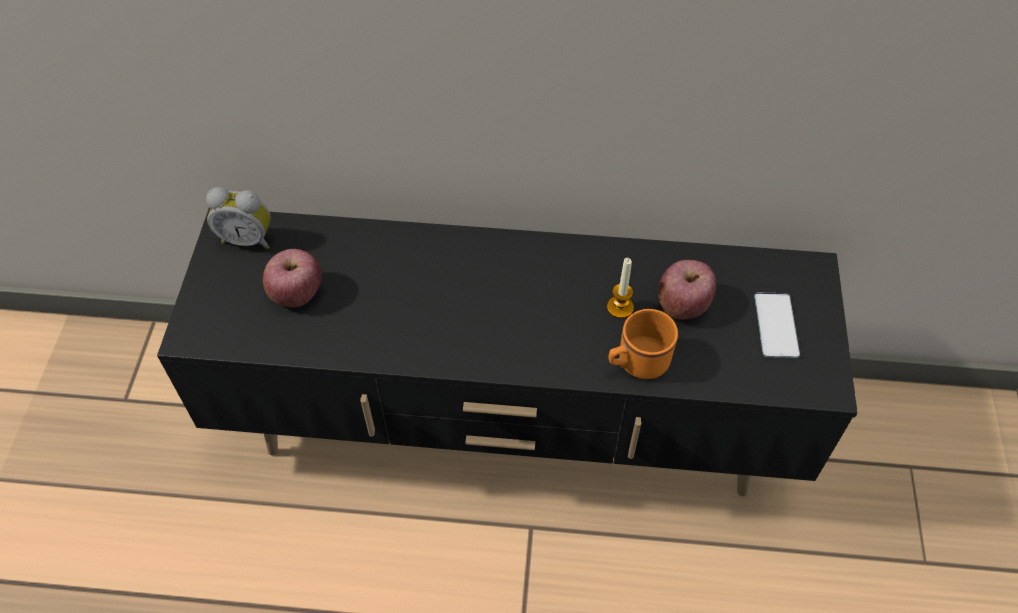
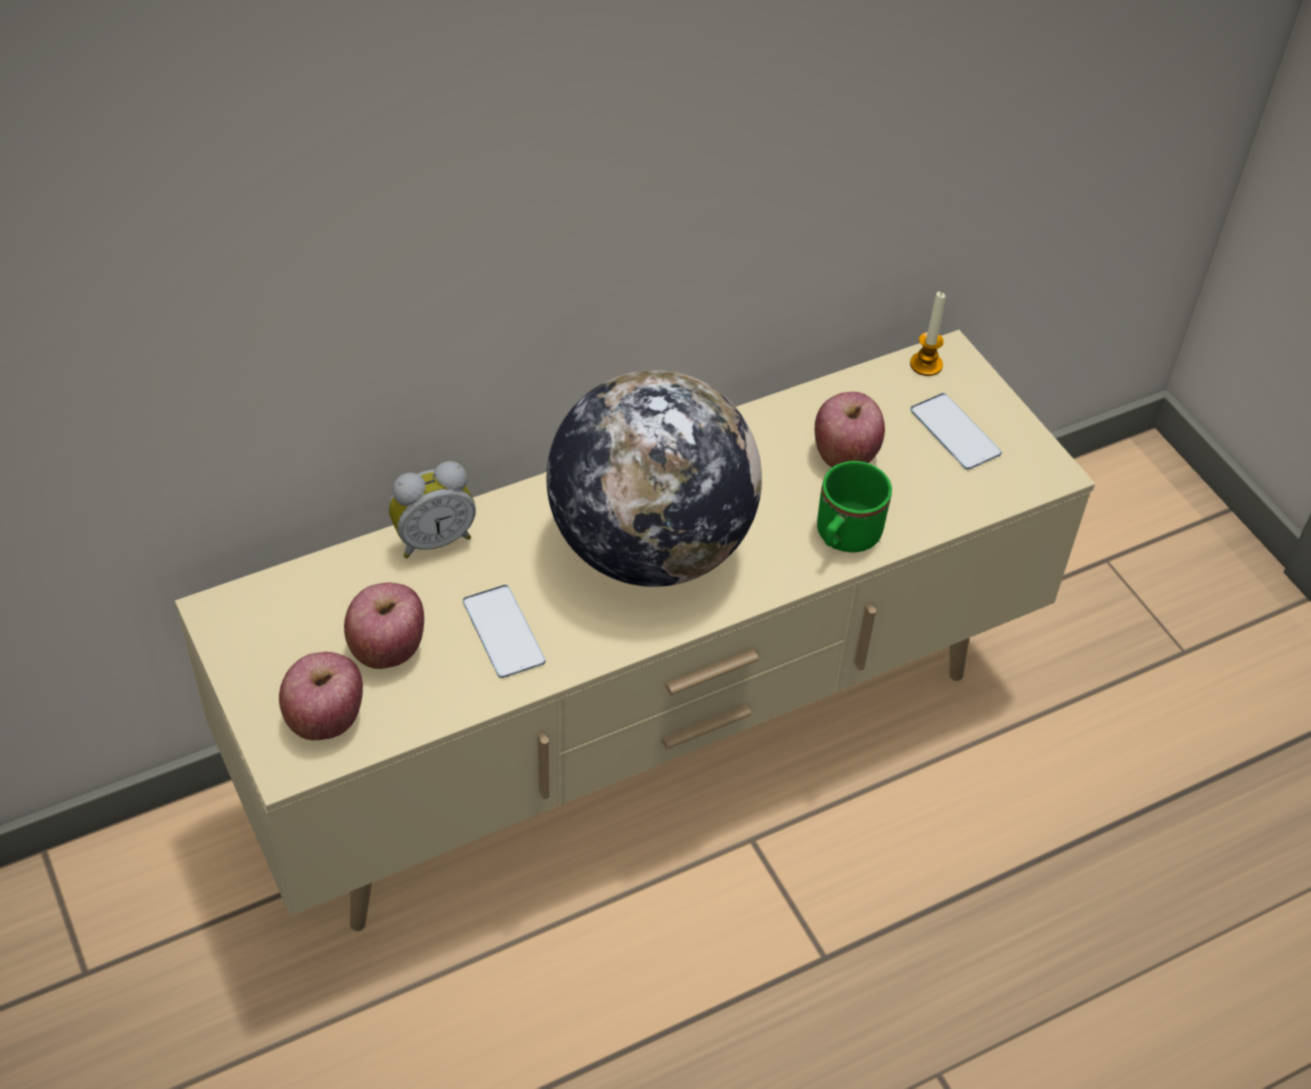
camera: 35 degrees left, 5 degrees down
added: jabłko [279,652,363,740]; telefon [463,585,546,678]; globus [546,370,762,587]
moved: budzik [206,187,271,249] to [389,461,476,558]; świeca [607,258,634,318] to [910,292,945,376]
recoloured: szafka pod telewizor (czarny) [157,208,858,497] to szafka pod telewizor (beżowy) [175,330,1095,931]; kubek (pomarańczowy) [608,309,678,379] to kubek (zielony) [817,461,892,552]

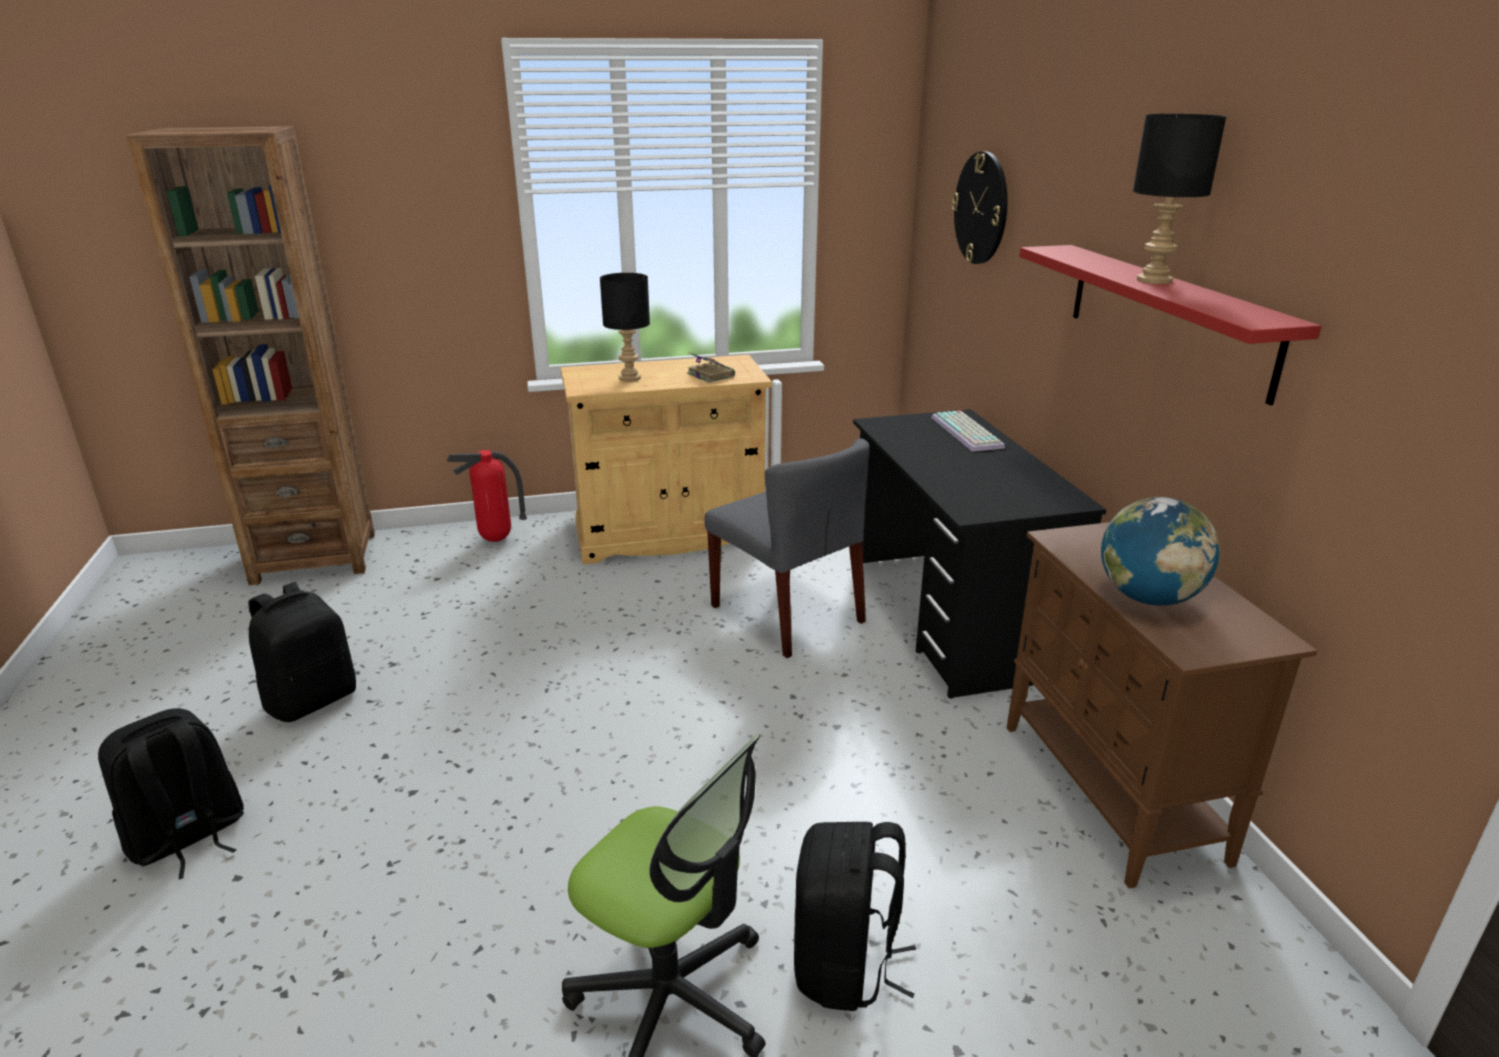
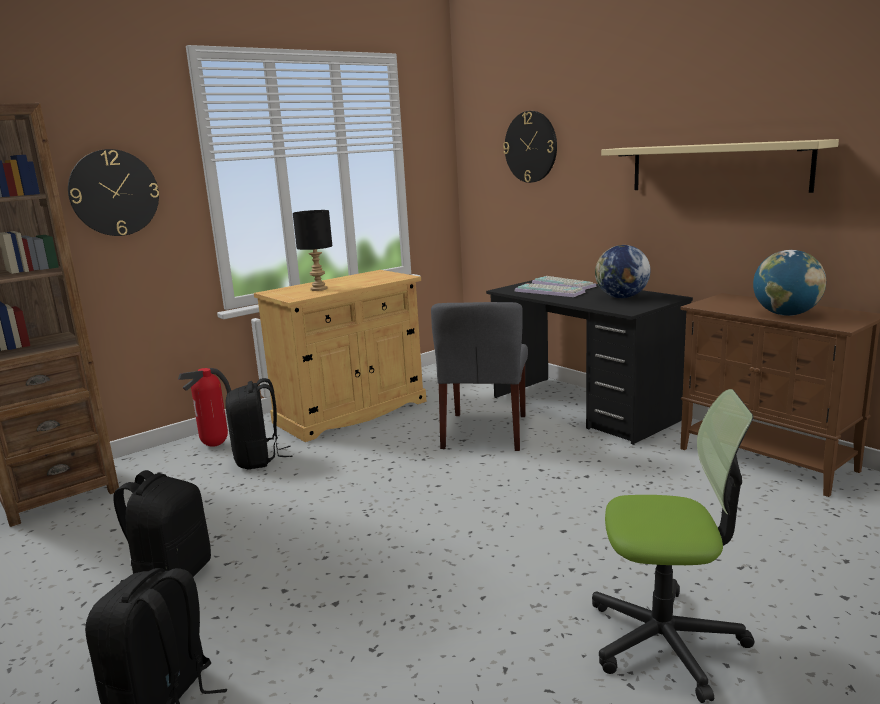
camera: 25 degrees left, 10 degrees down
removed: książka [687,352,735,383]; lampa stołowa (czarny) [1133,114,1227,284]
added: zegar ścienny [68,149,159,236]; klawiatura [515,283,586,297]; globus [595,245,650,298]
moved: plecak (czarny) [794,822,916,1011] to [225,378,292,469]
recoloured: półka (czerwony) [1019,245,1321,405] to półka (beżowy) [601,139,839,193]
turned: krzesło (szary) [704,438,869,658] = [431,302,528,451] 75 degrees clockwise

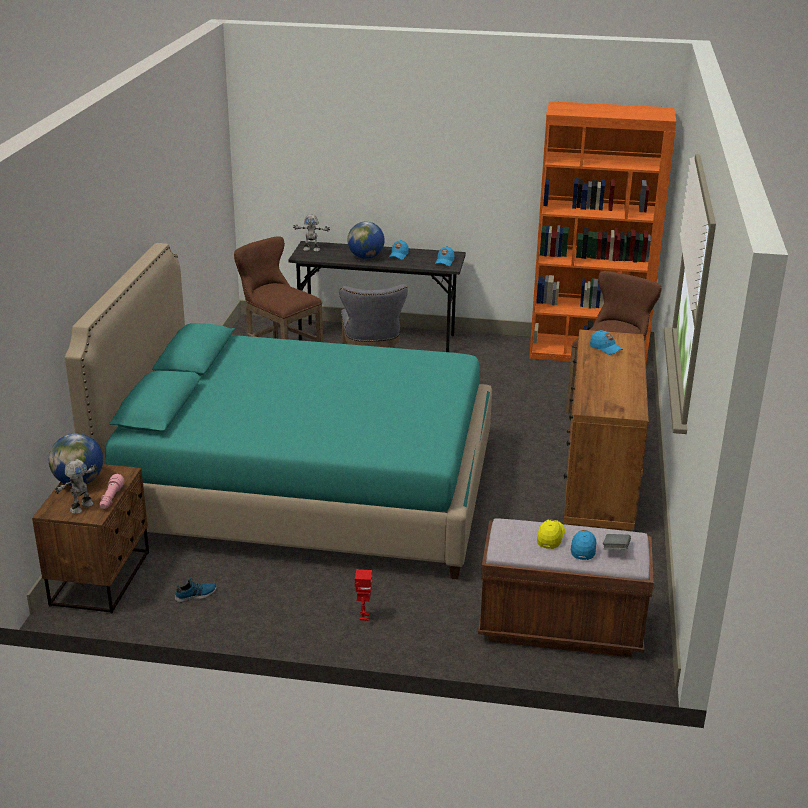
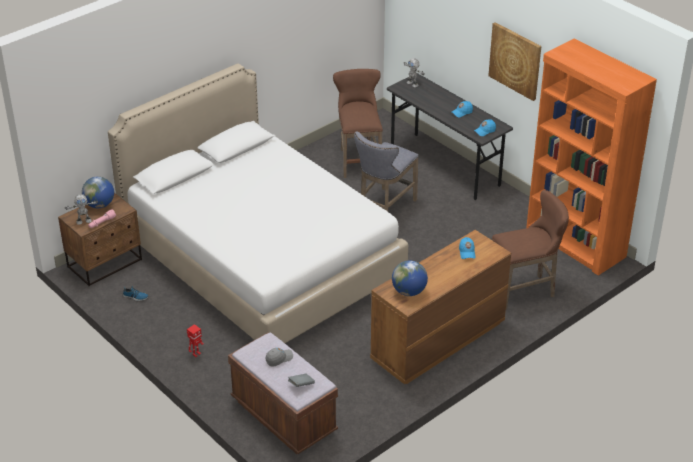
camera: 40 degrees right, 10 degrees up
removed: czapka z daszkiem (niebieski) [571,530,596,560]
added: obraz [488,22,541,101]
moved: globus [347,222,385,259] to [392,260,428,296]
recoloured: łóżko (turkusowy) [65,243,492,579] to łóżko (biały) [108,63,408,343]; czapka z daszkiem (żółty) [537,519,565,549] to czapka z daszkiem (szary) [265,348,293,367]

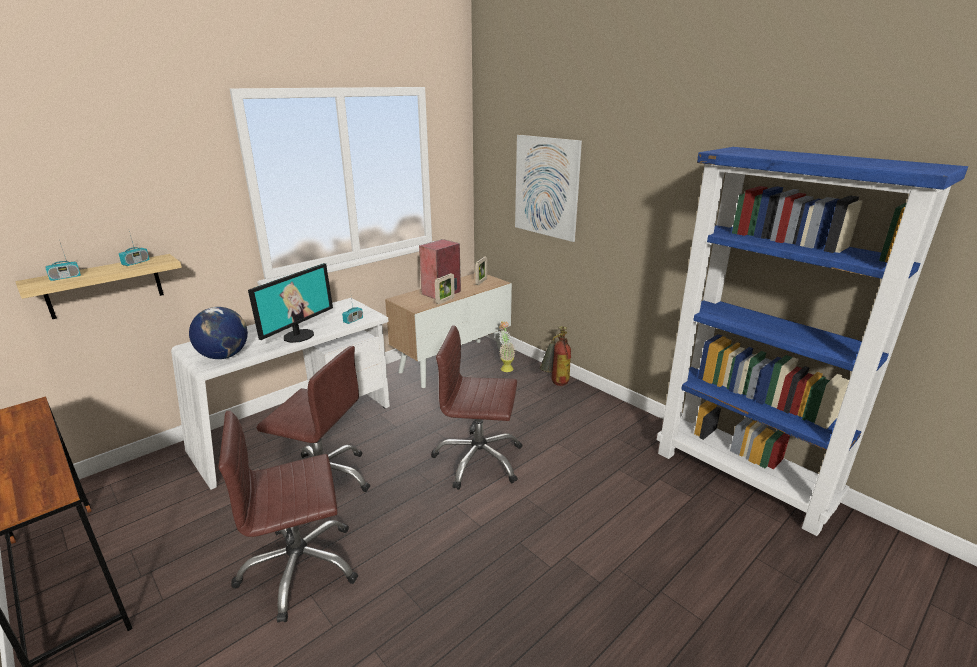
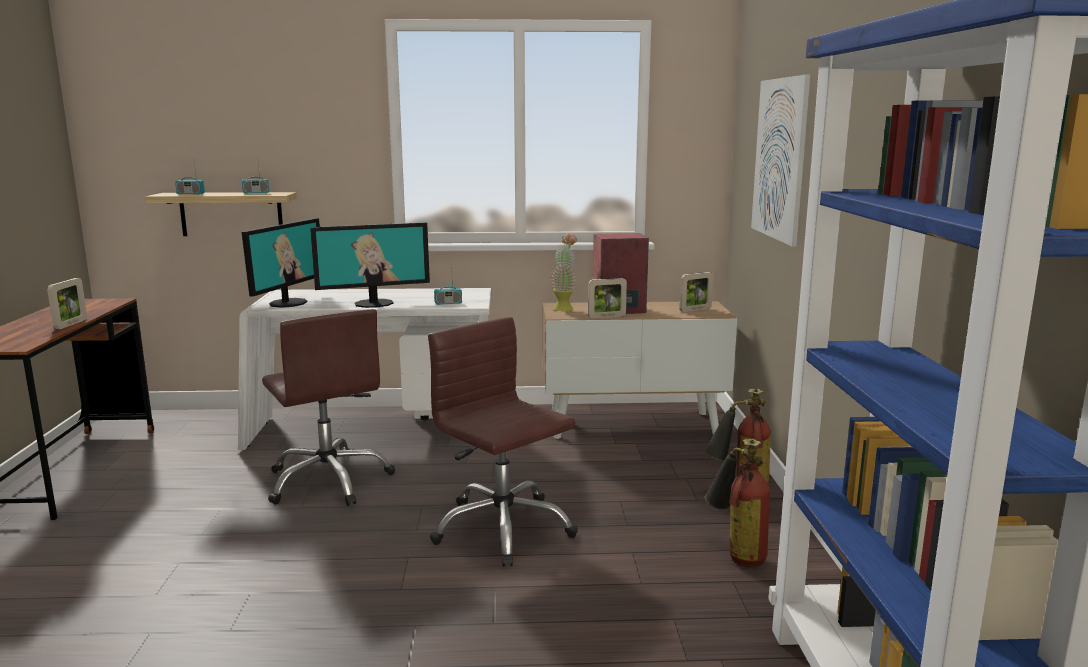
camera: 40 degrees right, 10 degrees down
removed: krzesło biurowe (brązowy) [218,411,358,623]
added: ramka na zdjęcie [47,278,87,329]; gaśnica [705,439,770,567]
moved: roślina doniczkowa [499,321,515,372] to [550,233,577,311]
replaced: globus [189,307,248,359] to monitor [242,218,320,308]

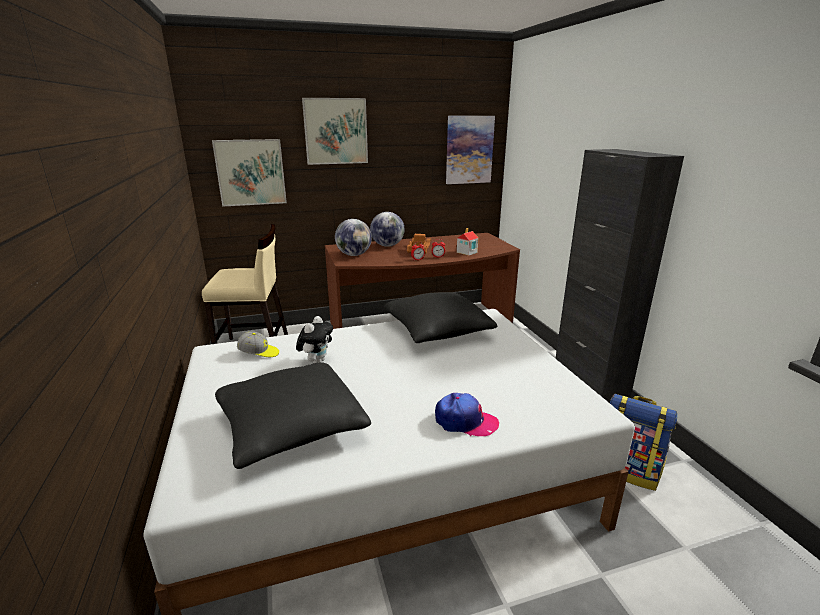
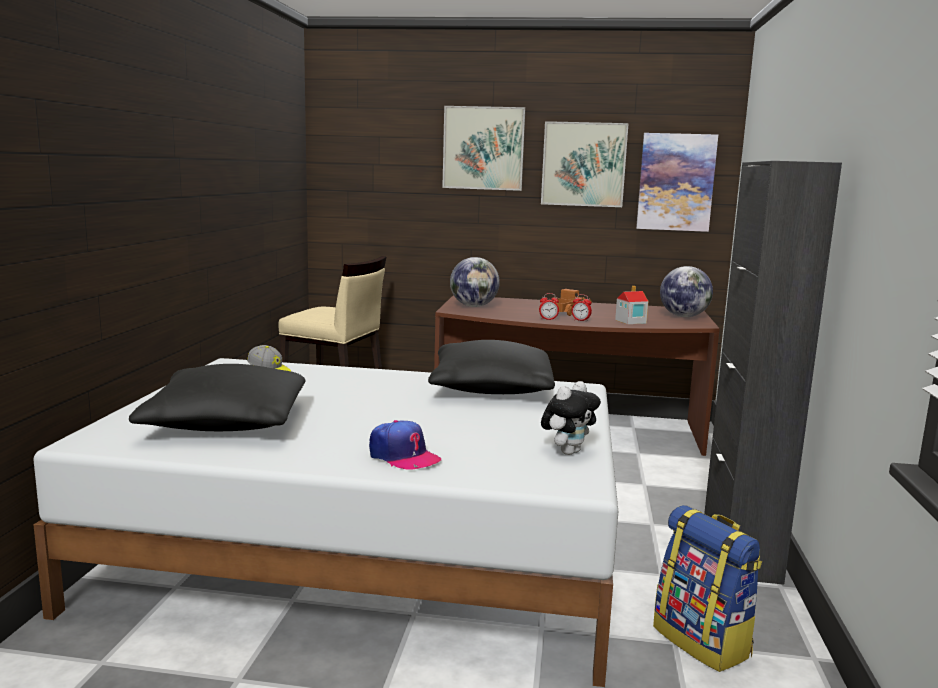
camera: 25 degrees right, 10 degrees down
moved: obraz [212,139,287,207] to [541,121,629,207]; pluszak [296,316,333,363] to [541,381,601,455]; globus [370,212,405,247] to [660,266,713,317]

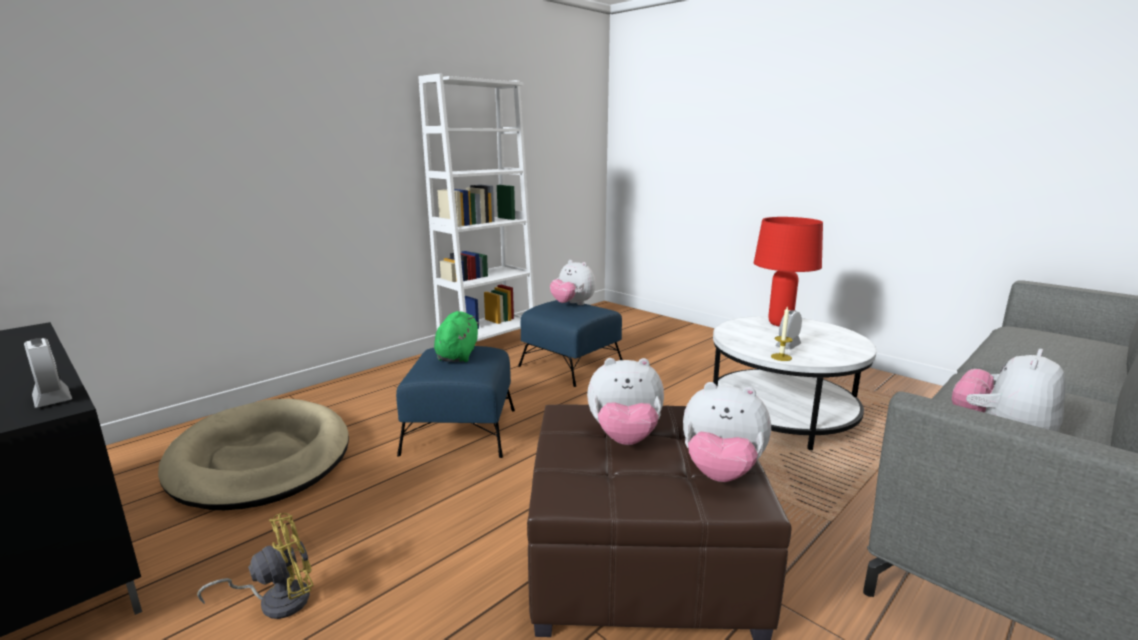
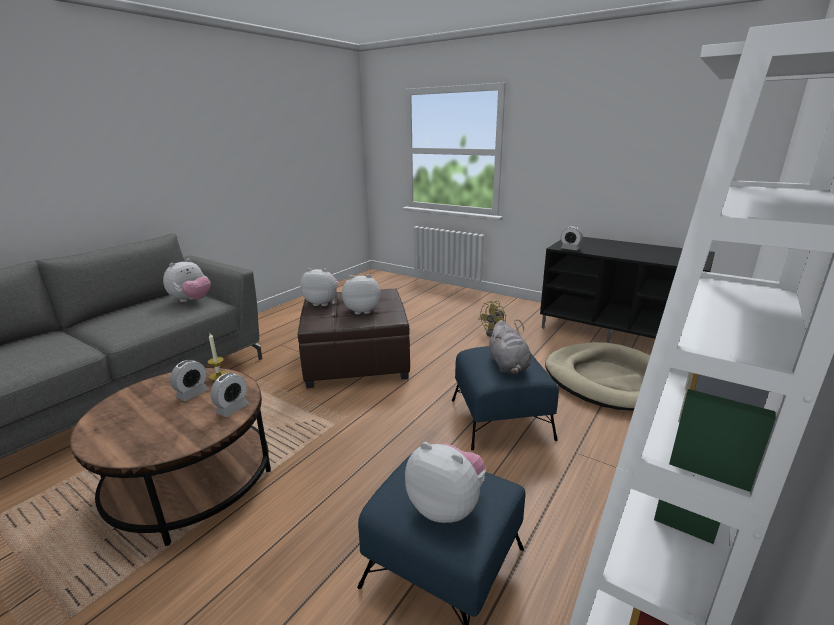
camera: 170 degrees right, 5 degrees up
removed: lampa stołowa (czerwony) [754,217,823,326]
added: budzik [210,373,249,417]
recoloured: ława (biały) [713,316,877,450] to ława (brązowy) [70,368,271,546]; pluszak (zielony) [434,311,479,362] to pluszak (szary) [488,320,531,374]

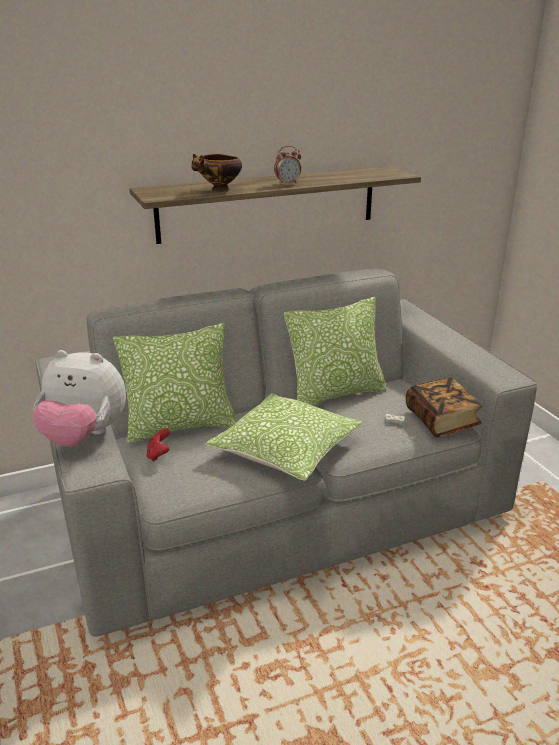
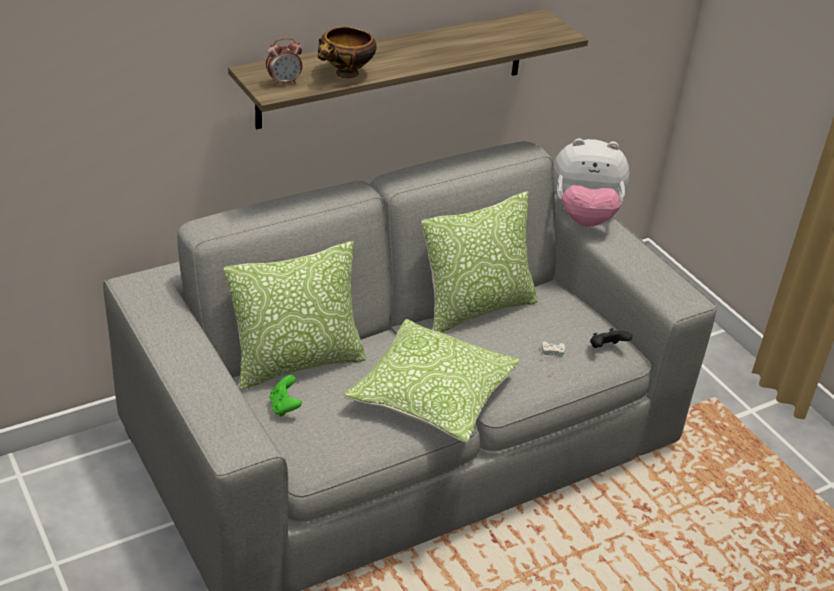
camera: 10 degrees left, 10 degrees up
moved: budzik [274,146,301,185] to [266,38,302,86]; pluszak [32,350,126,447] to [553,138,629,227]
replaced: książka [406,377,482,437] to pad do gier (czarny) [590,328,632,348]
recoloured: pad do gier (czerwony) [147,428,170,462] to pad do gier (zielony) [270,375,302,417]

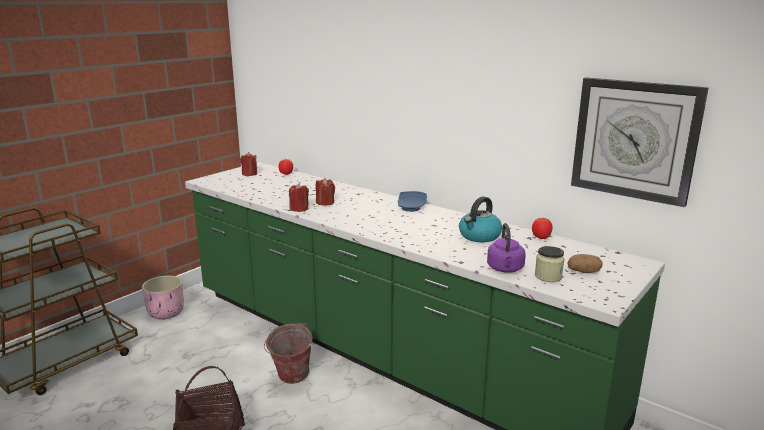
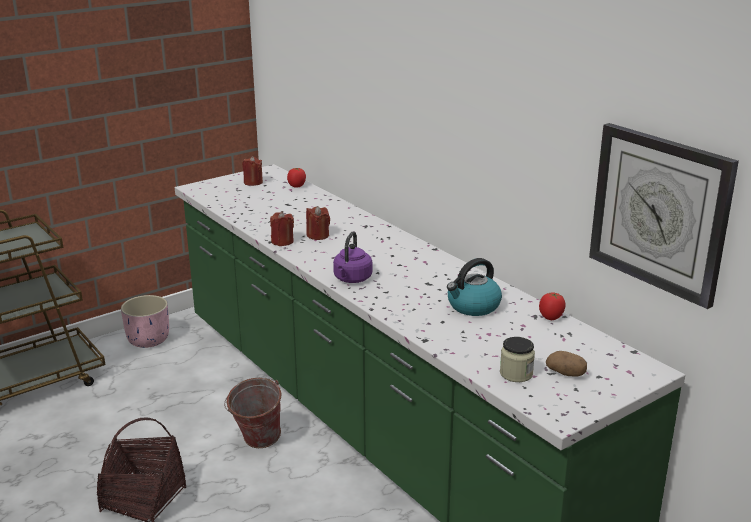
camera: 15 degrees right, 5 degrees up
removed: talerz (niebieski) [398,191,427,212]
moved: czajnik (fioletowy) [487,223,526,273] to [333,231,372,283]

